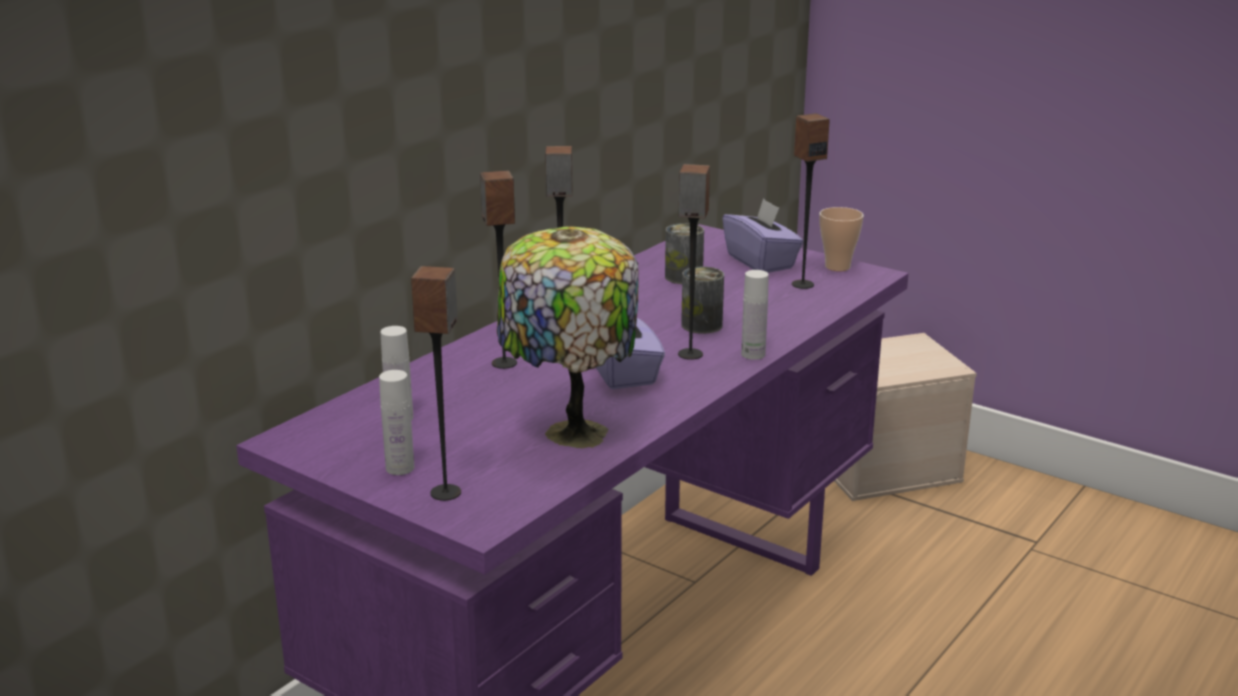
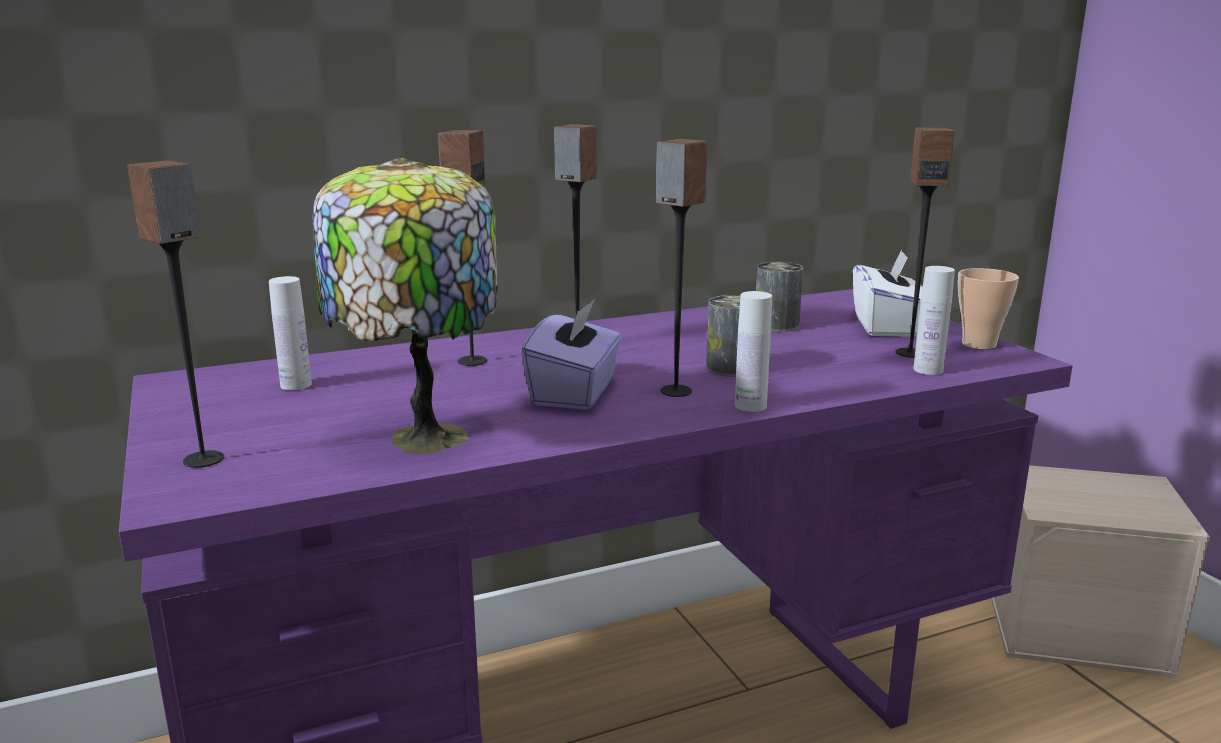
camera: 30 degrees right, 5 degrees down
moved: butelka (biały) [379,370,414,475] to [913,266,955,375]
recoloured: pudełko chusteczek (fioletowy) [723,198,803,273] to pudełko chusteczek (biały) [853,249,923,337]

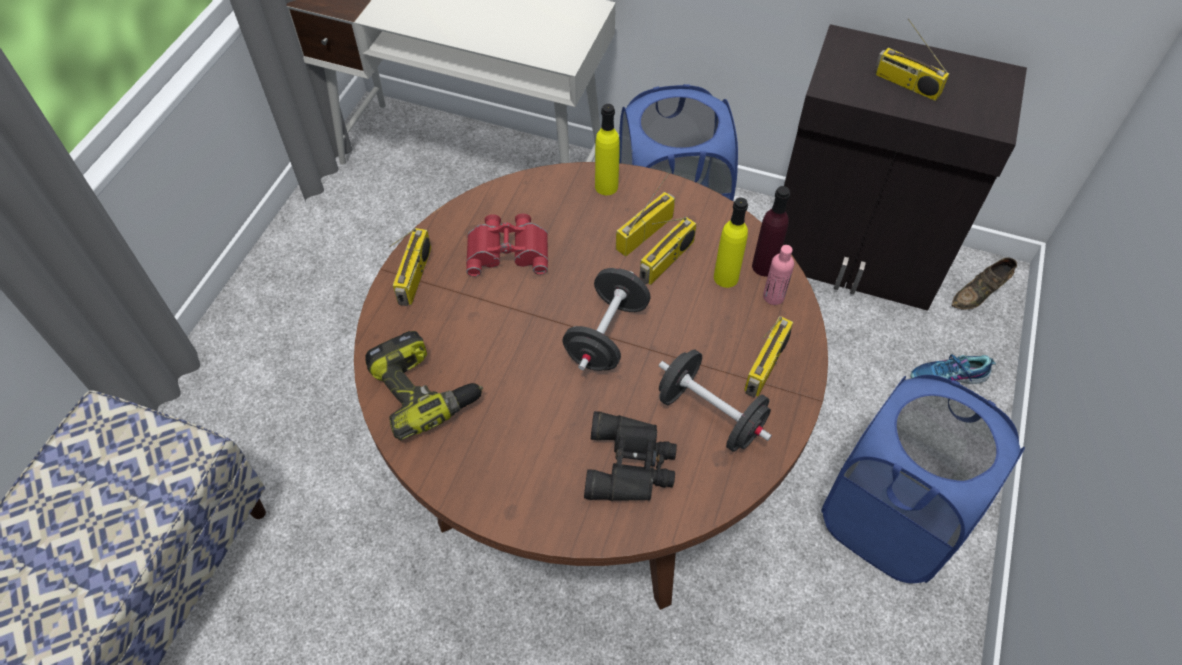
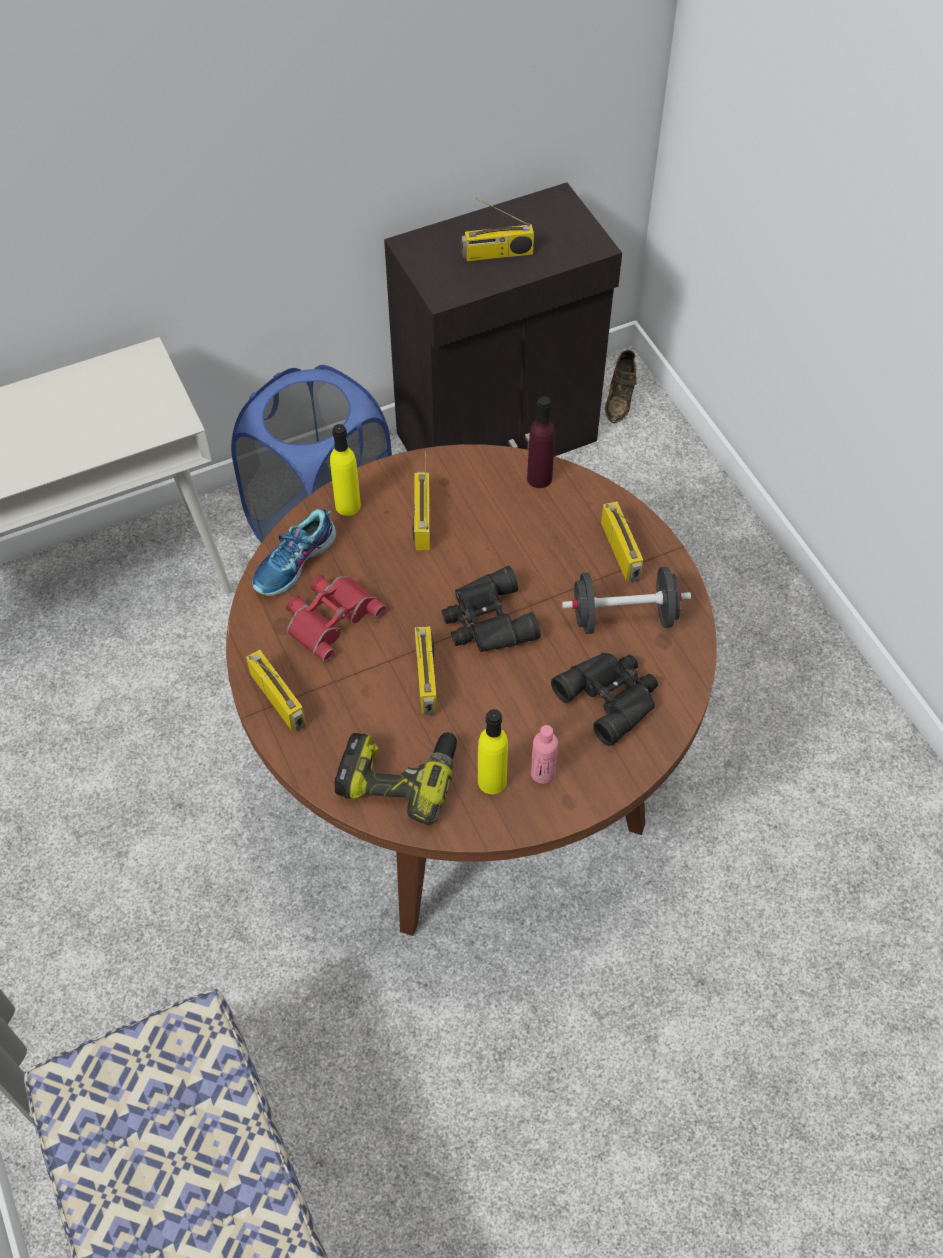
camera: 45 degrees left, 0 degrees up
removed: kosz na pranie (niebieski) [821,375,1025,583]
moved: but [911,354,996,384] to [252,509,336,596]; radio [639,217,697,285] to [415,626,437,715]; butelka (żółty) [714,198,748,288] to [478,709,508,794]; butelka (różowy) [763,245,794,305] to [531,725,558,784]
replaced: hantel (czarny) [562,268,650,371] to lornetka (czarny) [442,566,541,652]

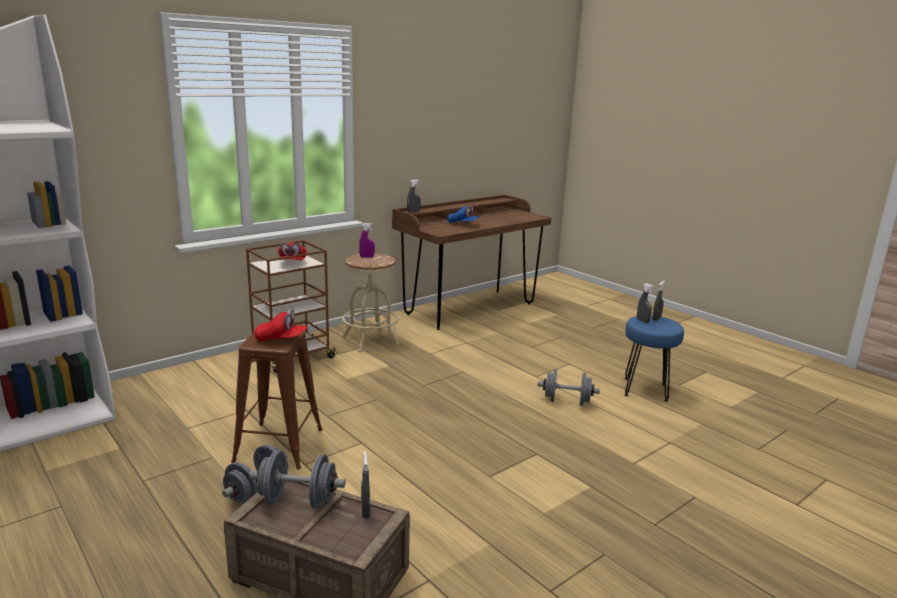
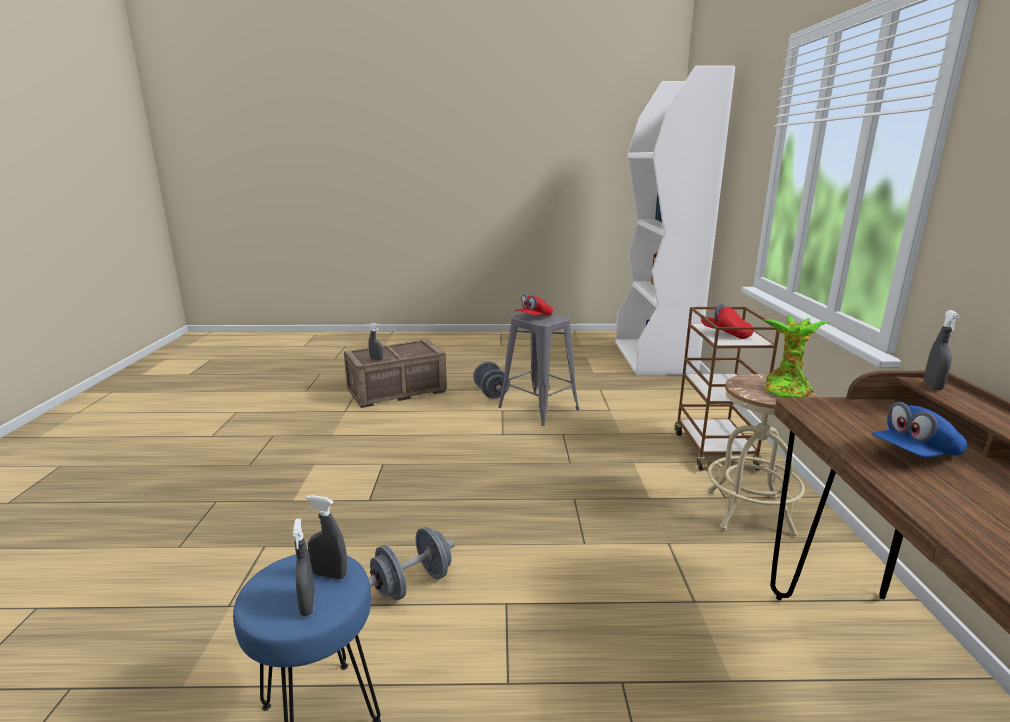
camera: 130 degrees right, 0 degrees up
removed: hantel (szary) [249,450,345,508]
replaced: spryskiwacz (fioletowy) [359,223,375,258] to roślina doniczkowa [763,315,829,398]
recoloured: stołek (brązowy) [231,331,323,470] to stołek (szary) [498,313,580,426]

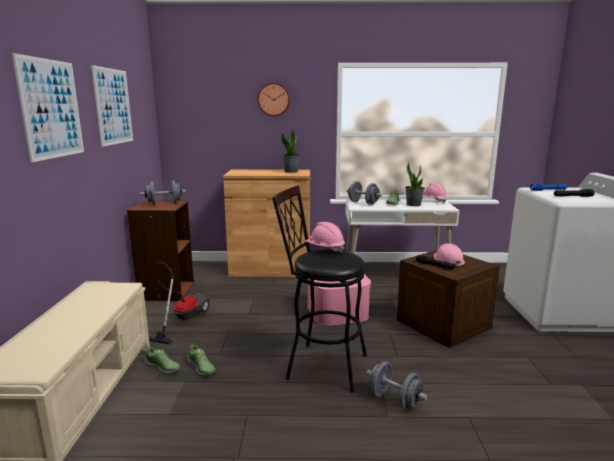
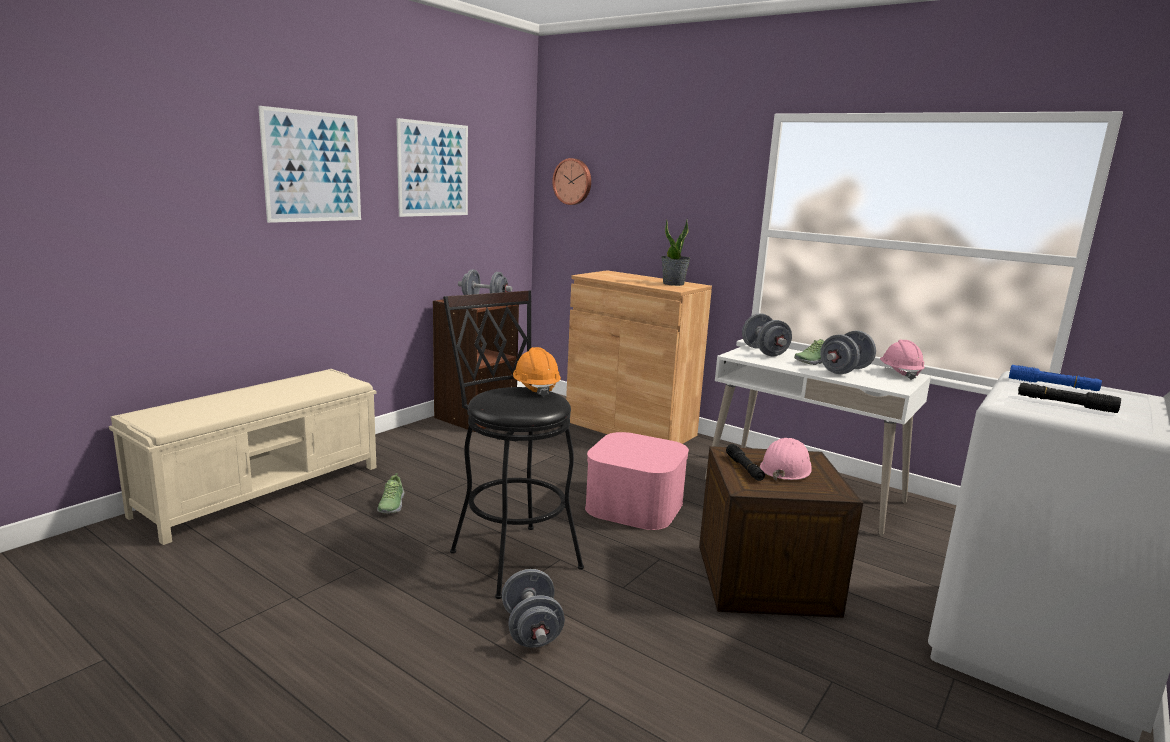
camera: 35 degrees right, 0 degrees up
removed: but [145,346,180,374]; odkurzacz [149,262,210,345]
moved: zegar ścienny [258,83,290,116] to [552,158,591,205]
replaced: roślina doniczkowa [405,162,425,206] to hantel (szary) [820,331,876,374]
recoloured: kask (różowy) [305,222,345,253] to kask (pomarańczowy) [513,347,561,397]

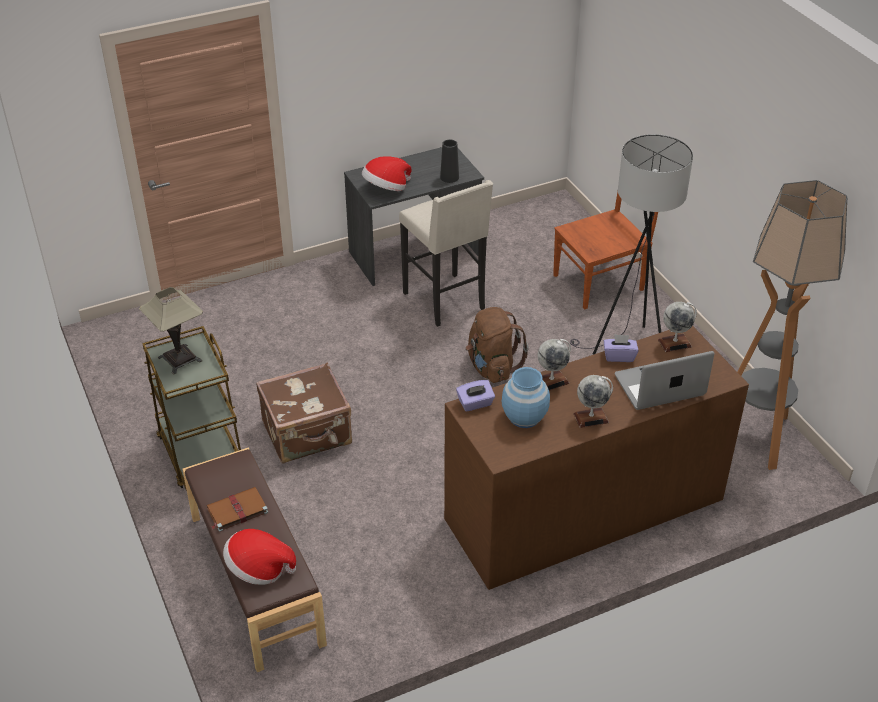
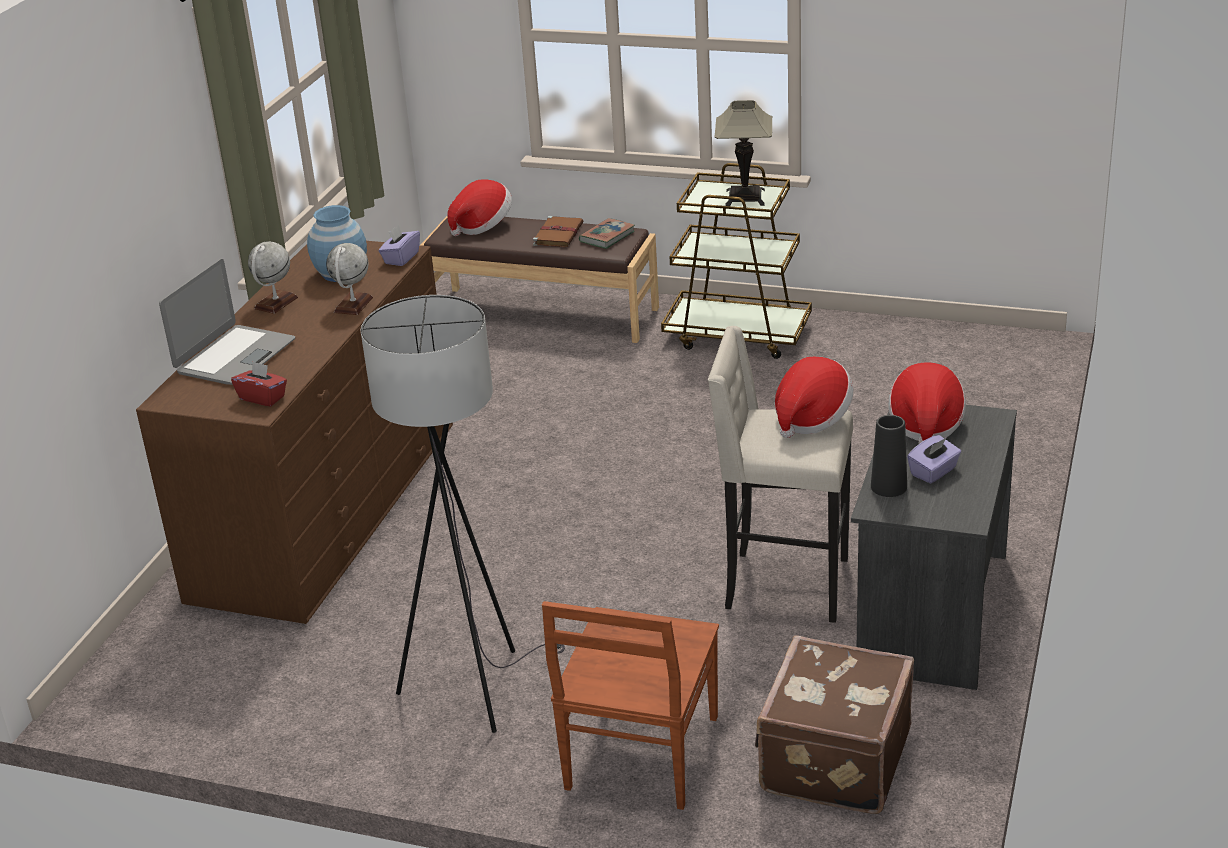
camera: 135 degrees right, 10 degrees down
removed: plecak (brązowy) [466,307,529,383]; lampa stojąca [737,180,848,470]
added: książka [579,218,635,249]; kapelusz [775,357,854,438]
moved: walizka (brązowy) [256,363,352,463] to [755,635,914,814]; pudełko chusteczek (fioletowy) [604,334,638,362] to [907,435,961,484]
replaced: globus [658,302,697,352] to pudełko chusteczek (czerwony) [231,361,287,406]

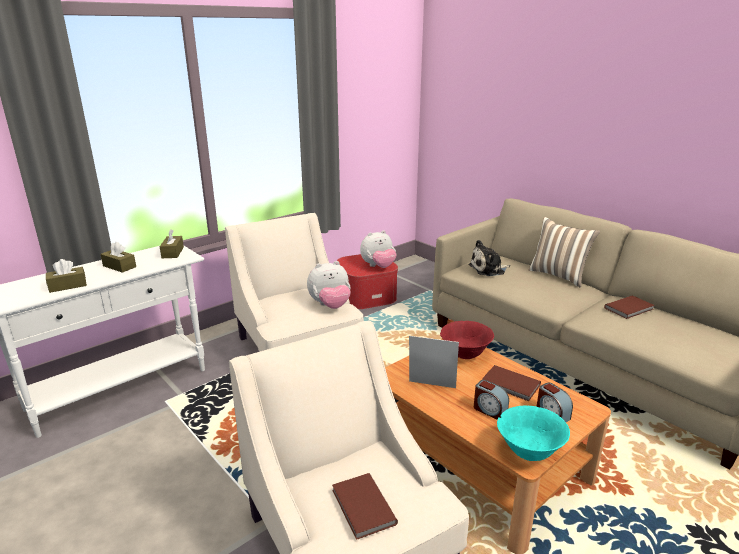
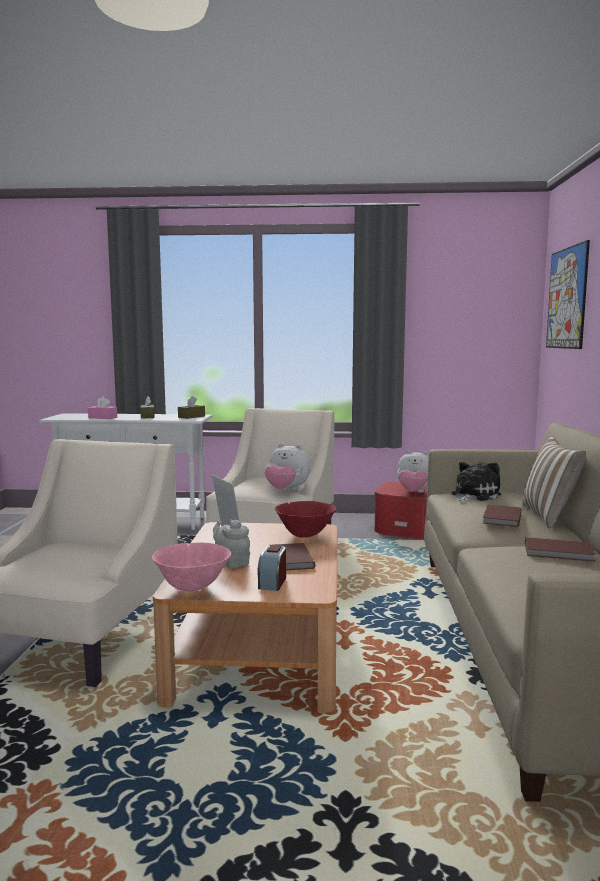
camera: 45 degrees right, 15 degrees down
added: obraz [546,240,590,349]
moved: książka (brązowy) [332,473,398,540] to [483,504,522,527]
replaced: budzik [474,380,509,420] to imbryk (szary) [213,519,250,568]
recoloured: pudełko chusteczek (brązowy) [46,259,87,293] to pudełko chusteczek (różowy) [88,396,117,419]; miska (turkusowy) [497,405,570,461] to miska (różowy) [152,543,231,591]
turned: pluszak [469,240,510,276] = [452,462,501,502] 105 degrees clockwise

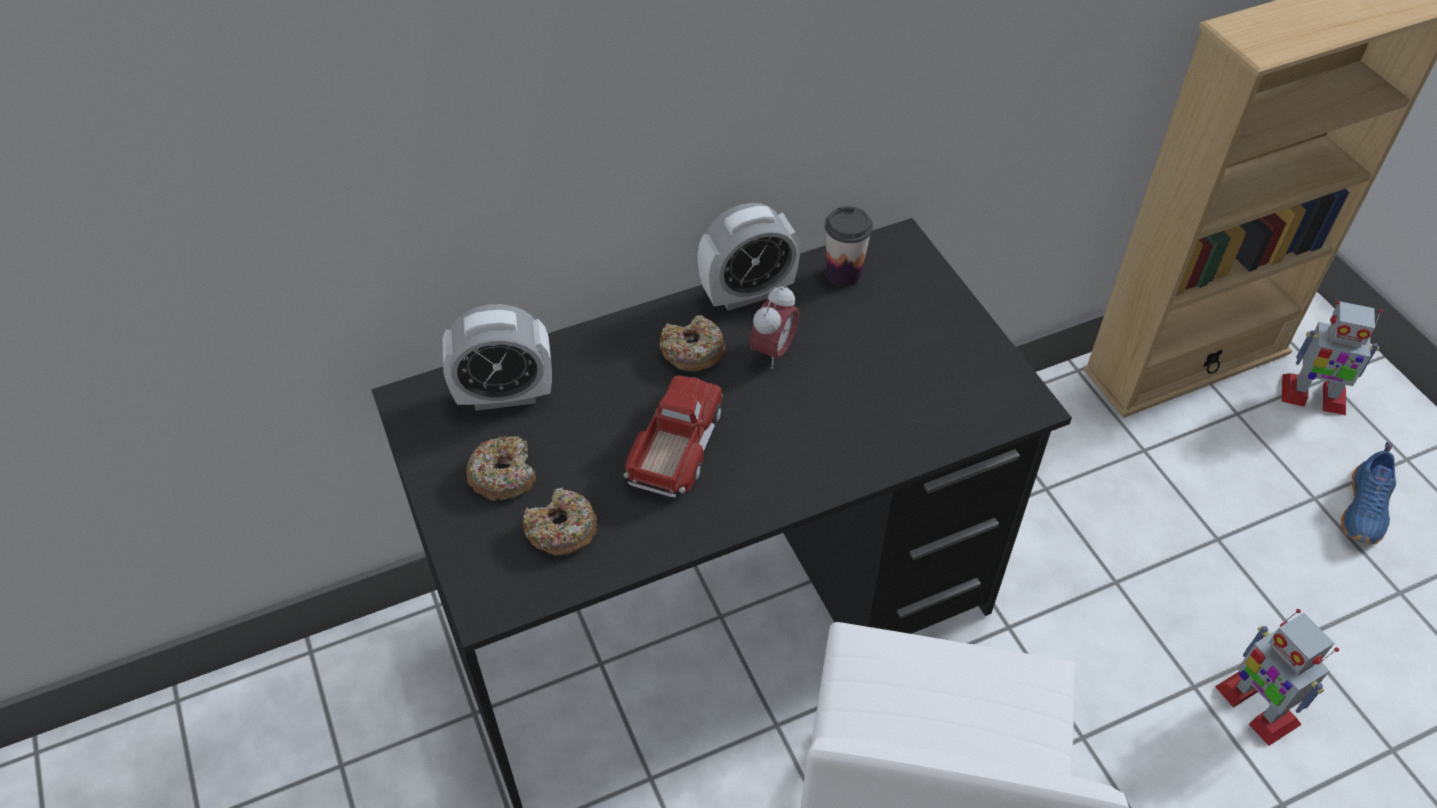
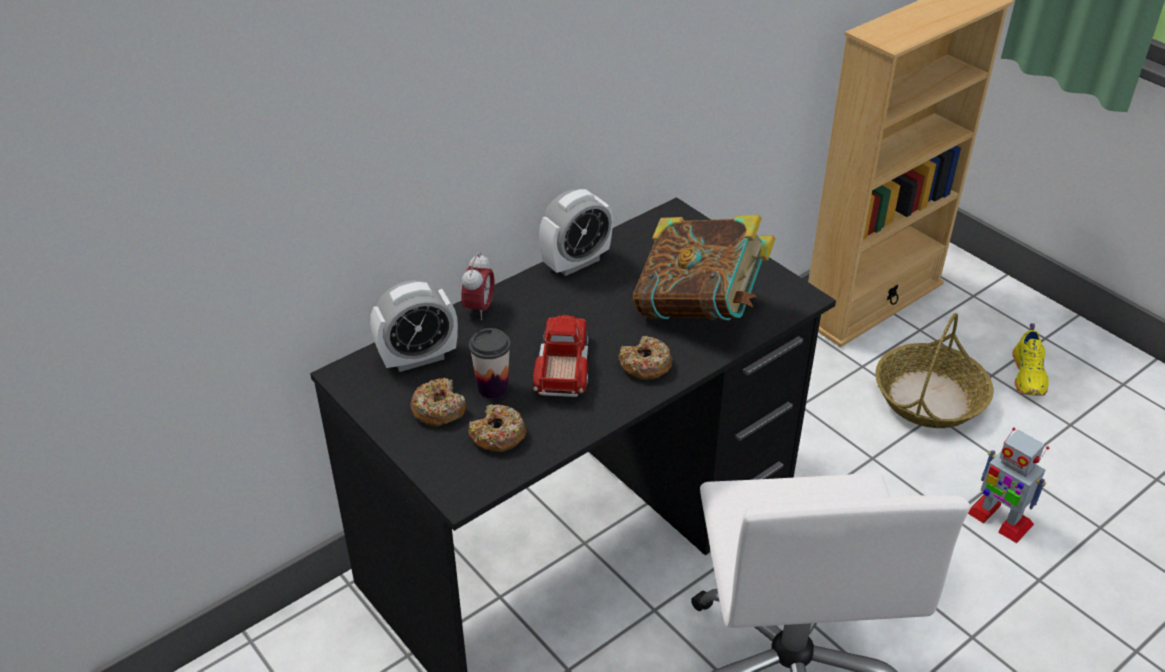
camera: 15 degrees left, 10 degrees down
removed: robot zabawkowy [1281,301,1383,415]
added: książka [633,215,775,320]; koszyk [875,313,994,428]
moved: budzik [750,285,799,369] to [461,253,494,320]; filiżanka [825,206,873,287] to [469,328,511,399]; donut [660,315,725,372] to [619,336,672,380]
recoloured: but (niebieski) [1341,442,1396,544] to but (żółty) [1012,323,1049,396]

